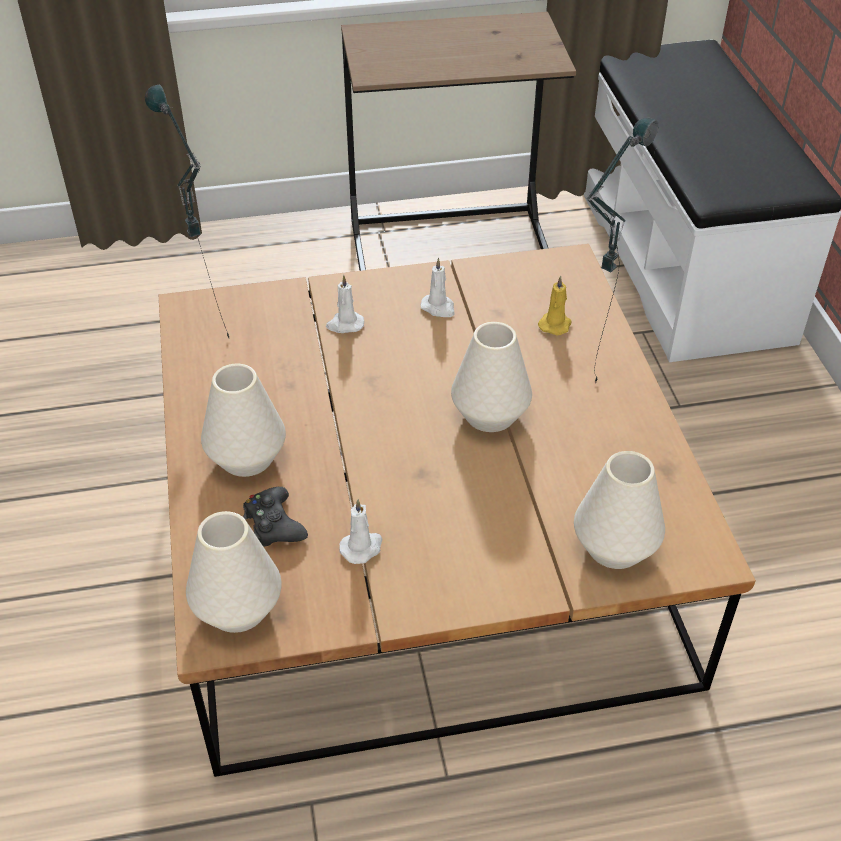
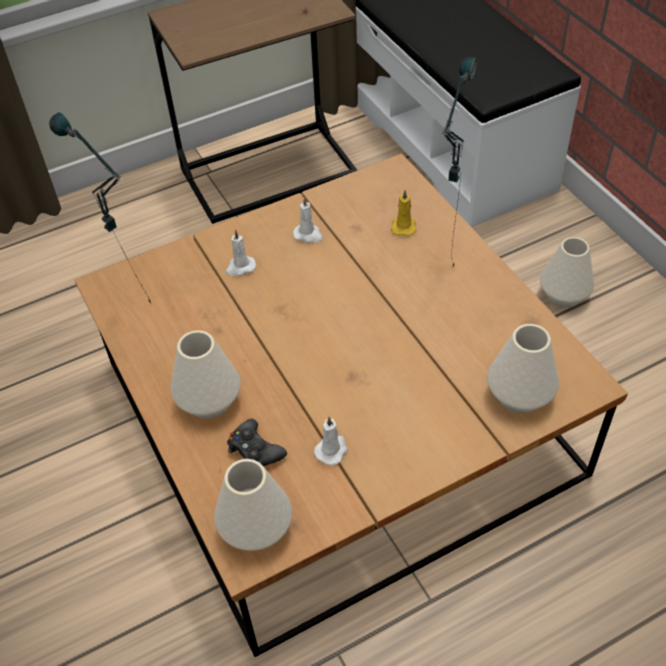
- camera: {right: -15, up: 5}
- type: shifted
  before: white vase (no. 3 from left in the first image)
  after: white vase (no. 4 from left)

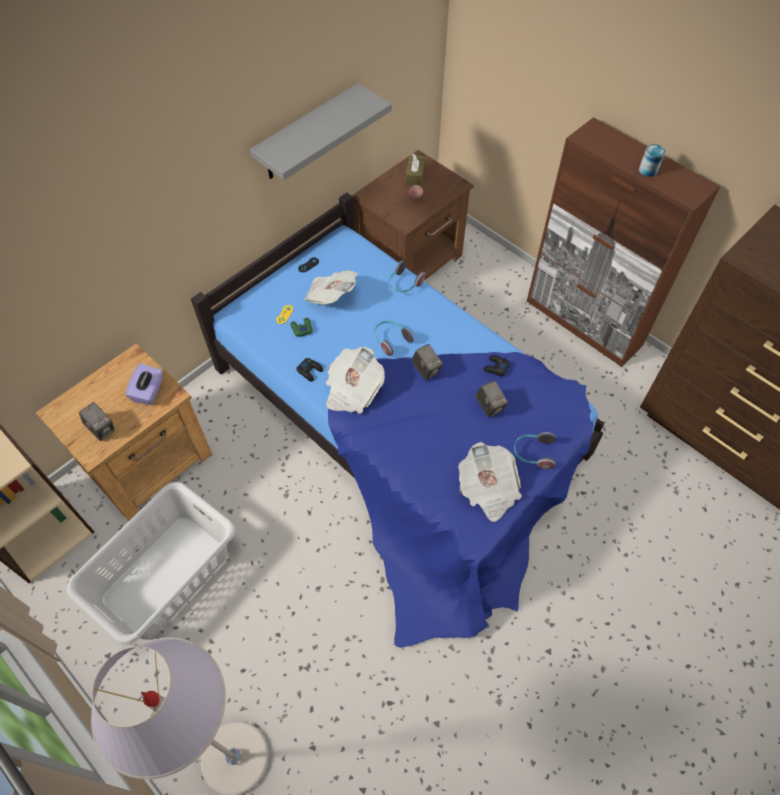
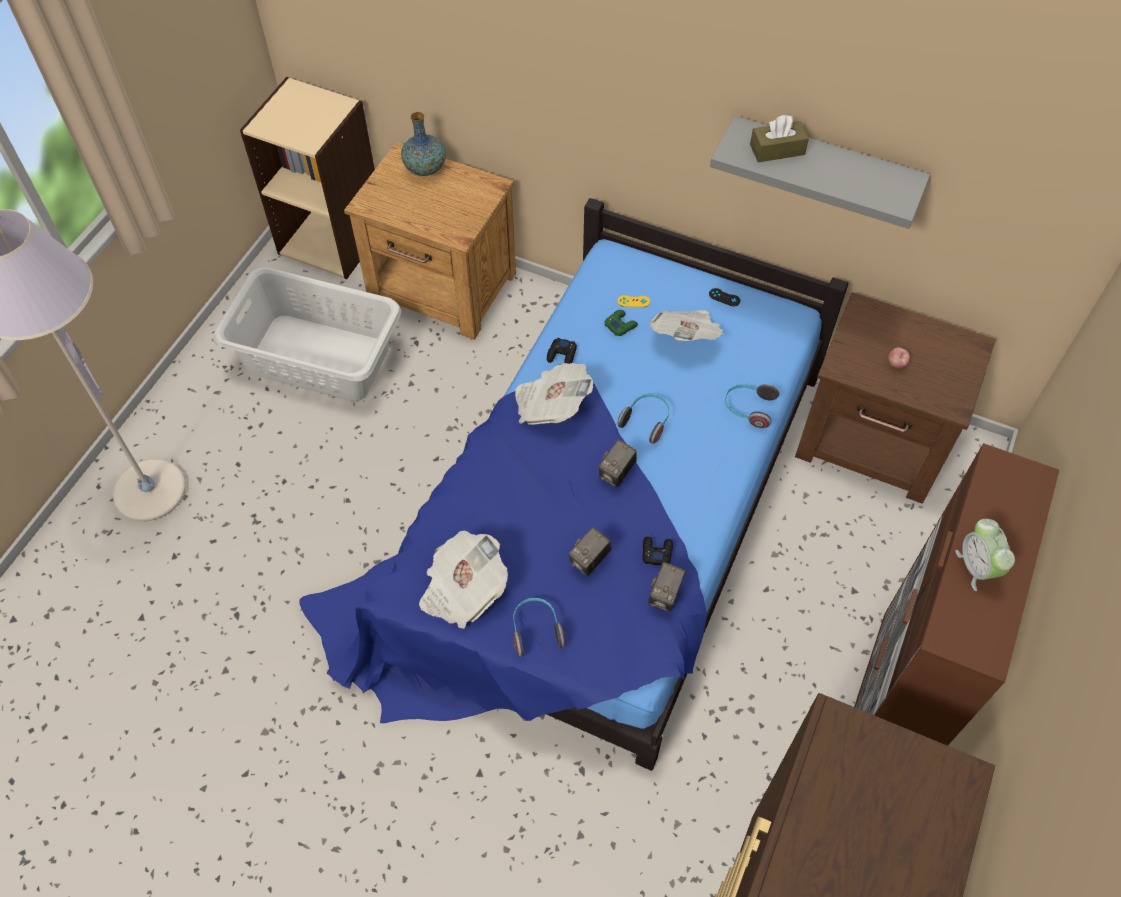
- camera: {right: 70, up: 0}
- type: shifted
  before: photo camera (no. 1 from left in the first image)
  after: photo camera (no. 3 from left)
- type: gone
  before: purple tissue box
- type: shifted
  before: brown tissue box
- type: swapped
  before: can
  after: alarm clock
- type: new
  after: vase

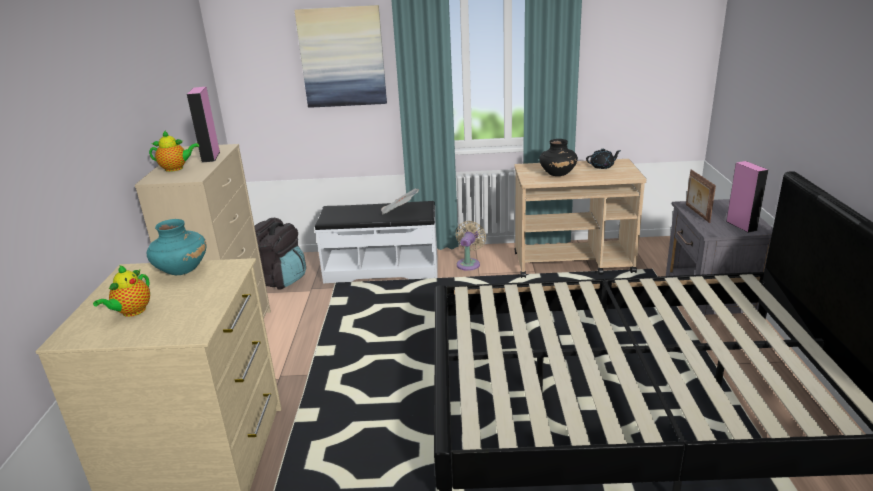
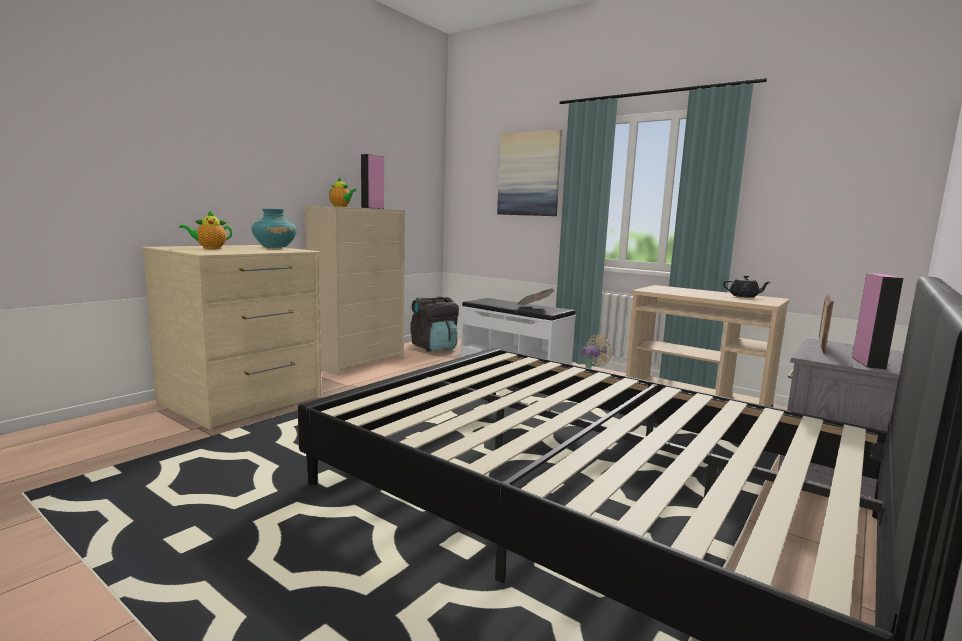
- camera: {right: 35, up: -15}
- type: gone
  before: black vase

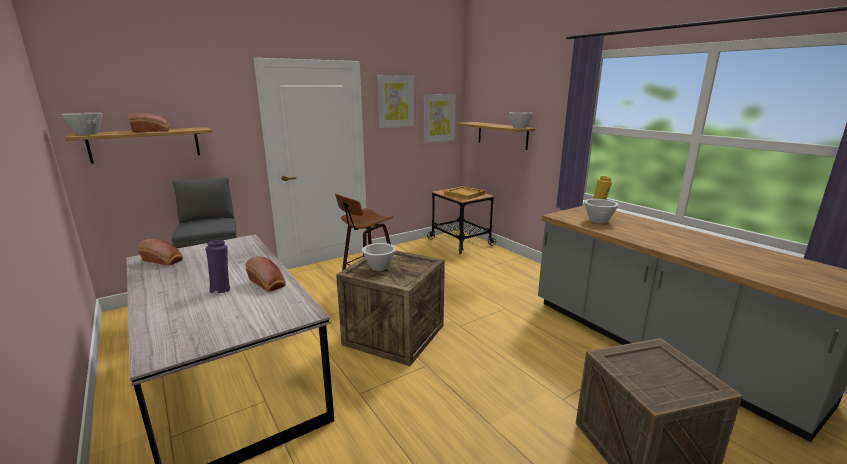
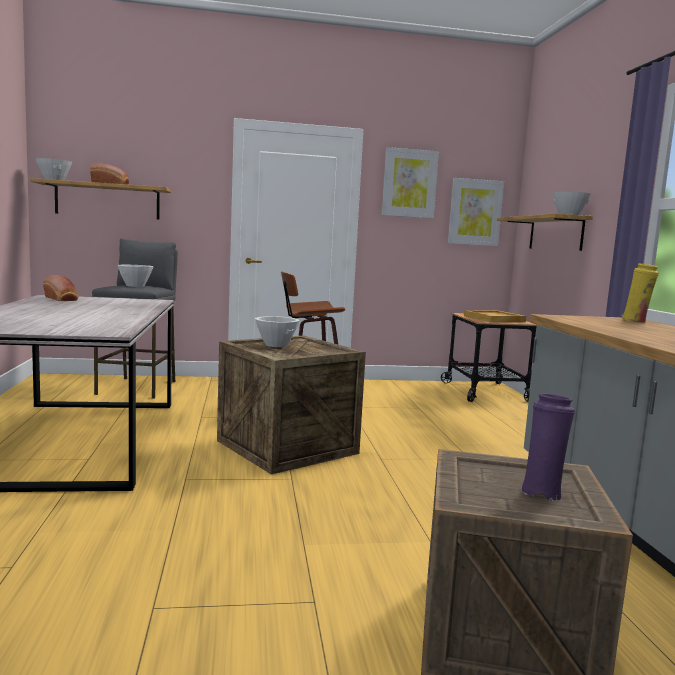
- camera: {right: 25, up: -10}
- type: shifted
  before: purple vase
- type: gone
  before: bread (no. 3 from left)
- type: shifted
  before: white bowl (no. 4 from left in the first image)
  after: white bowl (no. 2 from left)

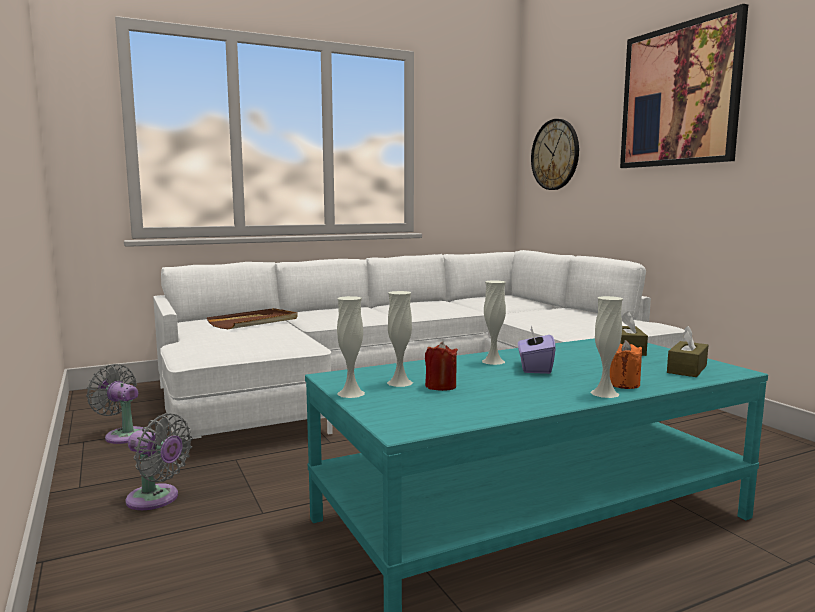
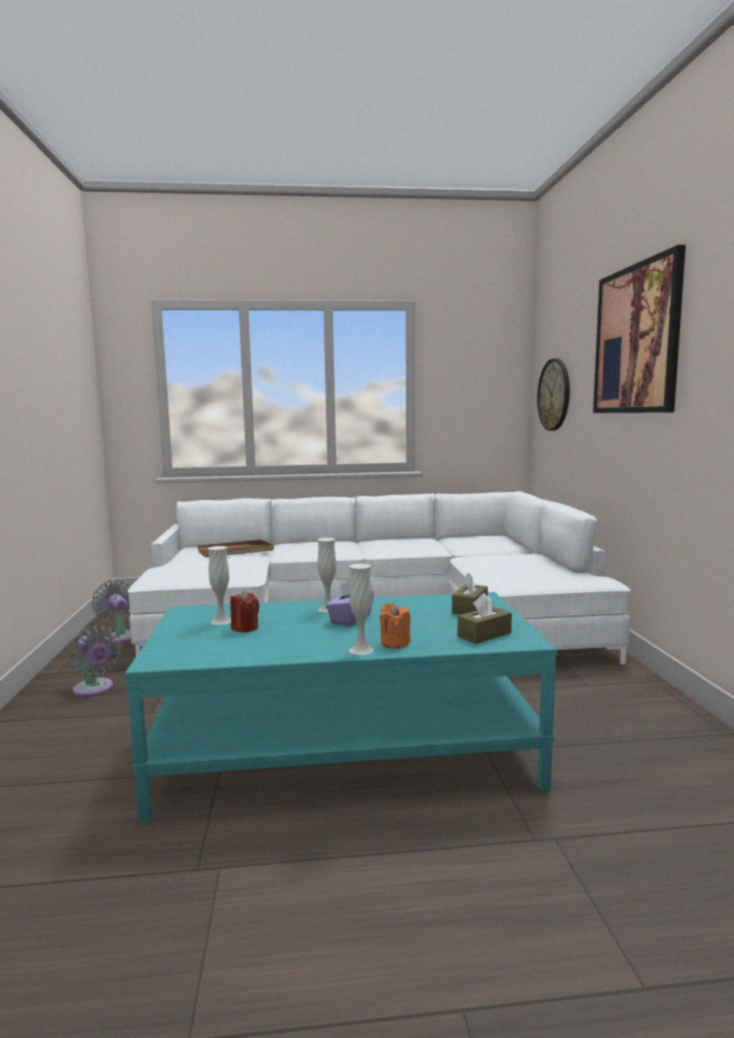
- camera: {right: 20, up: 0}
- type: gone
  before: white vase (no. 1 from left)

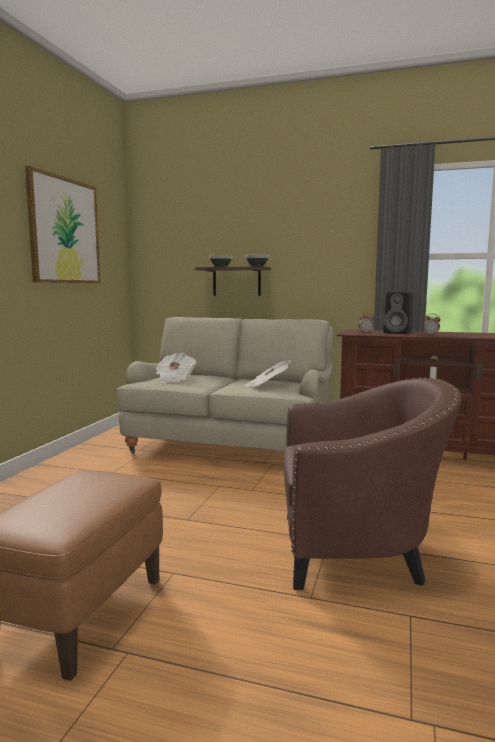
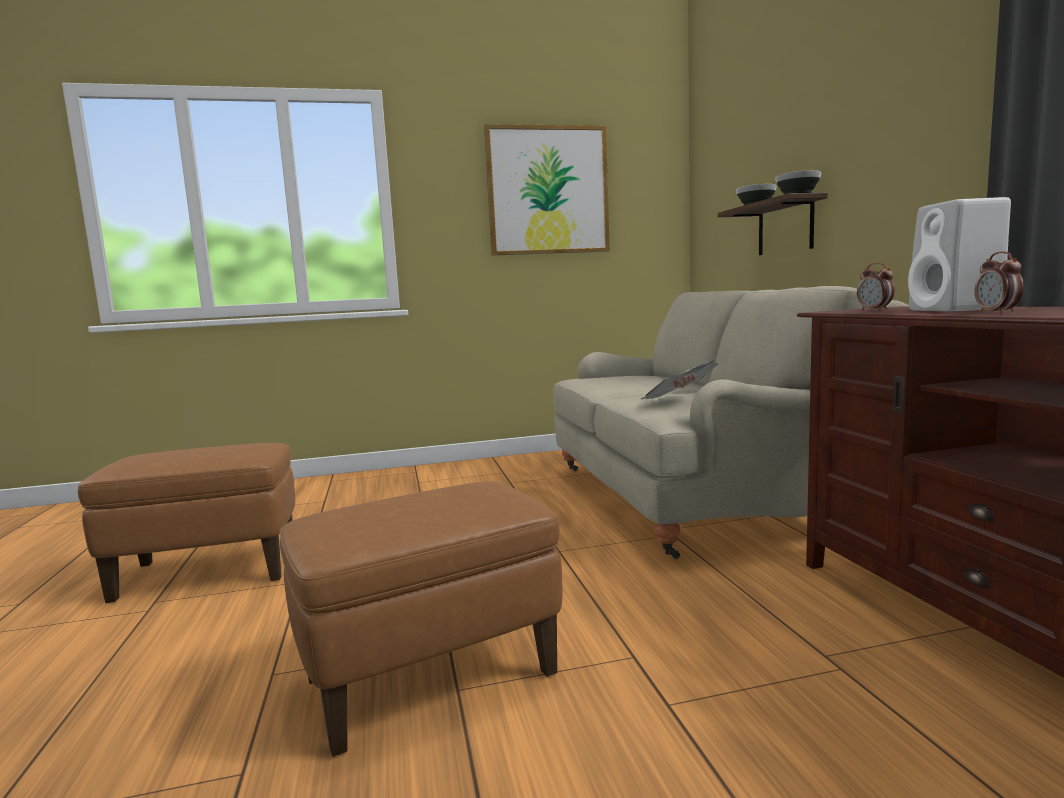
- camera: {right: 60, up: 0}
- type: gone
  before: newspaper (no. 1 from left)
- type: swapped
  before: brown armchair
  after: brown ottoman (no. 2 from left)
- type: repainted
  before: black speaker
  after: white speaker

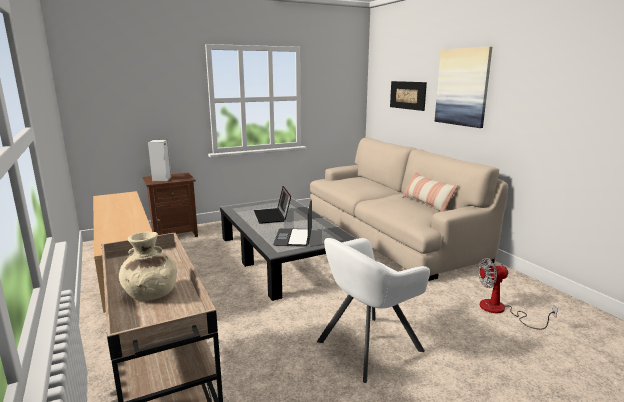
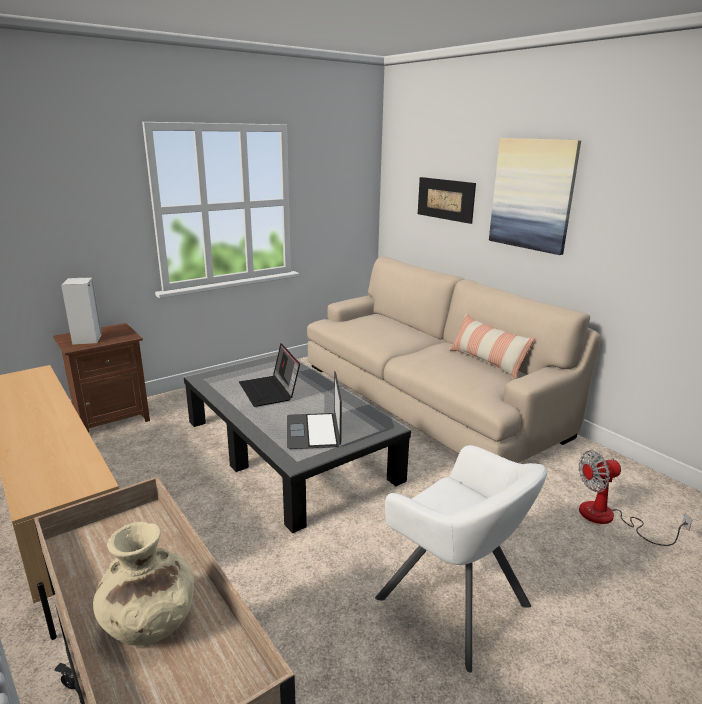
- camera: {right: -10, up: 5}
- type: rotated
  before: white armchair
  turn: -90

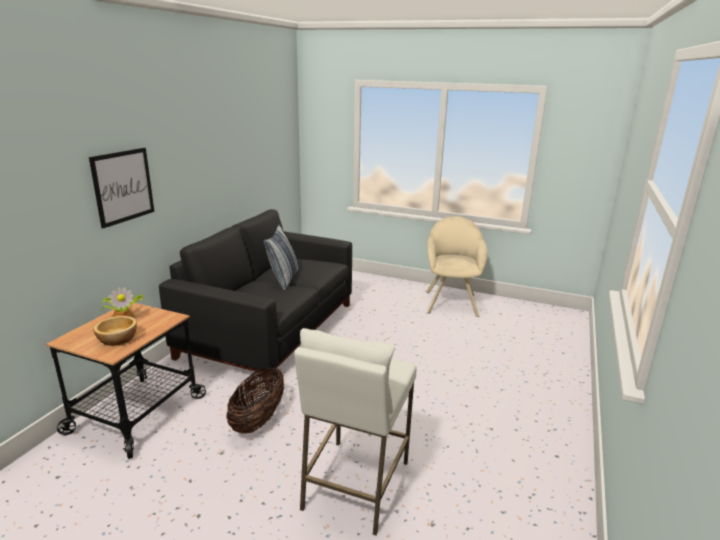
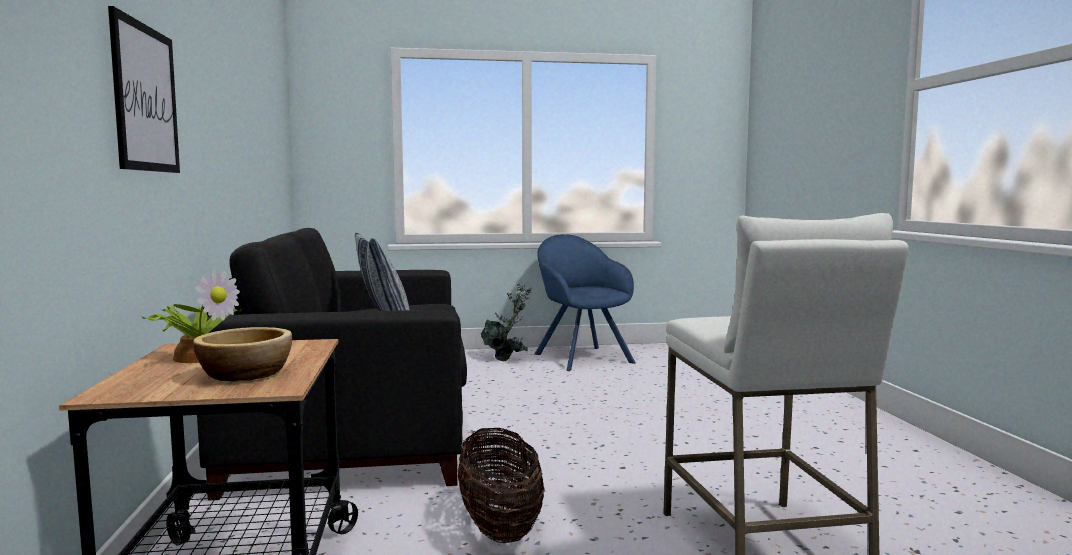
- camera: {right: -30, up: -15}
- type: repainted
  before: beige armchair
  after: blue armchair
- type: new
  after: potted plant (no. 2 from left)

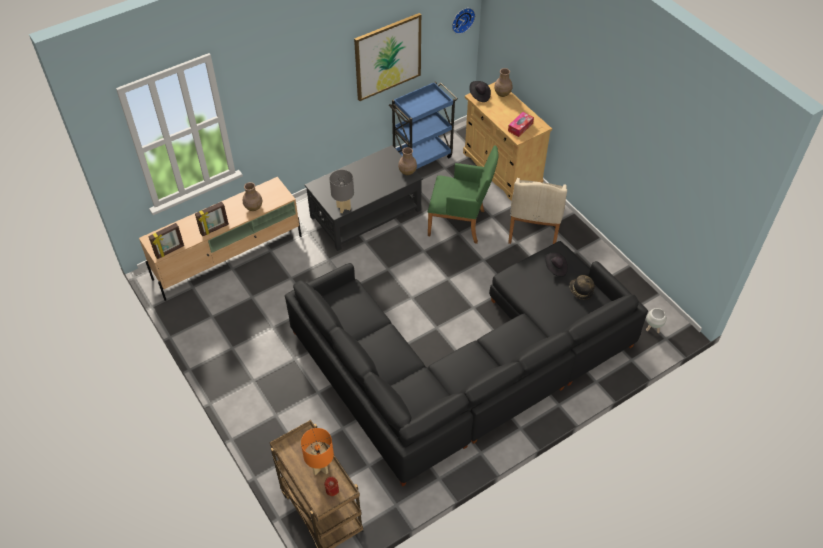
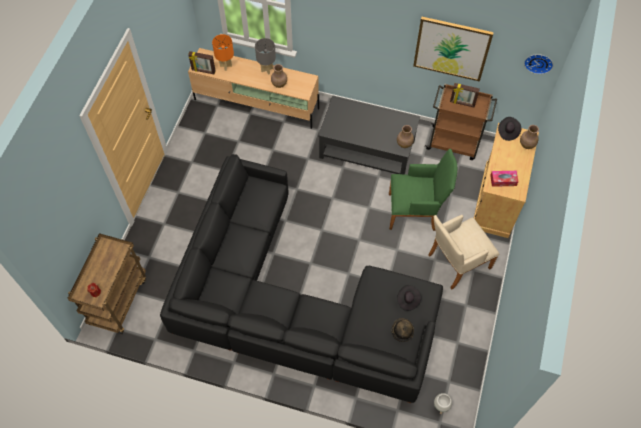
- camera: {right: 50, up: 10}
- type: shifted
  before: picture frame (no. 2 from left)
- type: shifted
  before: orange table lamp
- type: shifted
  before: grey table lamp
- type: repainted
  before: blue cart
  after: brown cart (no. 2 from left)
- type: rotated
  before: green armchair
  turn: -60

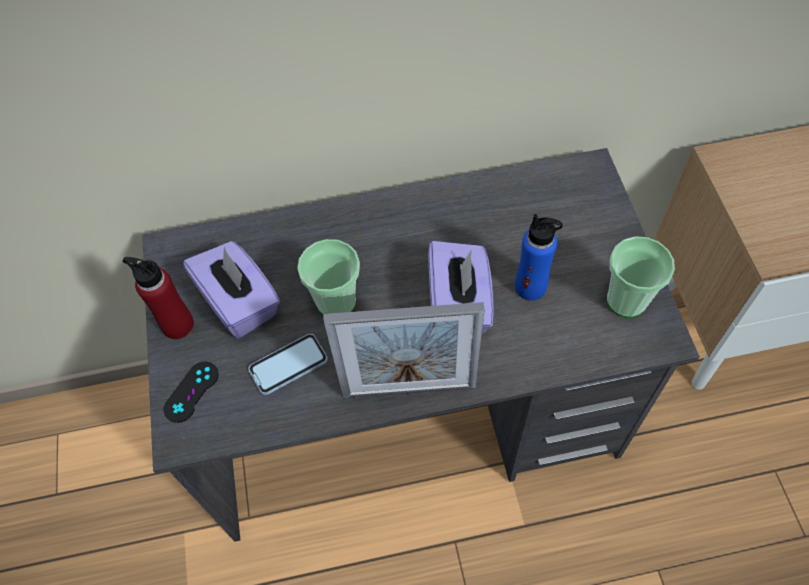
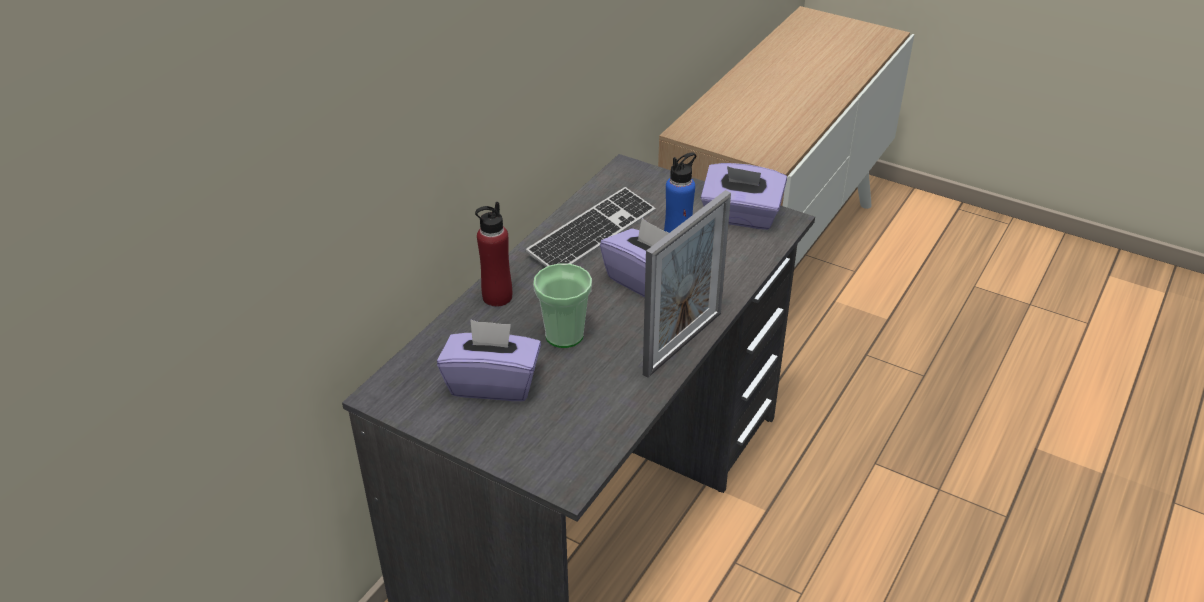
- camera: {right: -50, up: -20}
- type: shifted
  before: red bottle
- type: gone
  before: black game controller
- type: gone
  before: phone
- type: swapped
  before: cup (no. 2 from left)
  after: purple tissue box (no. 3 from left)
- type: new
  after: keyboard

